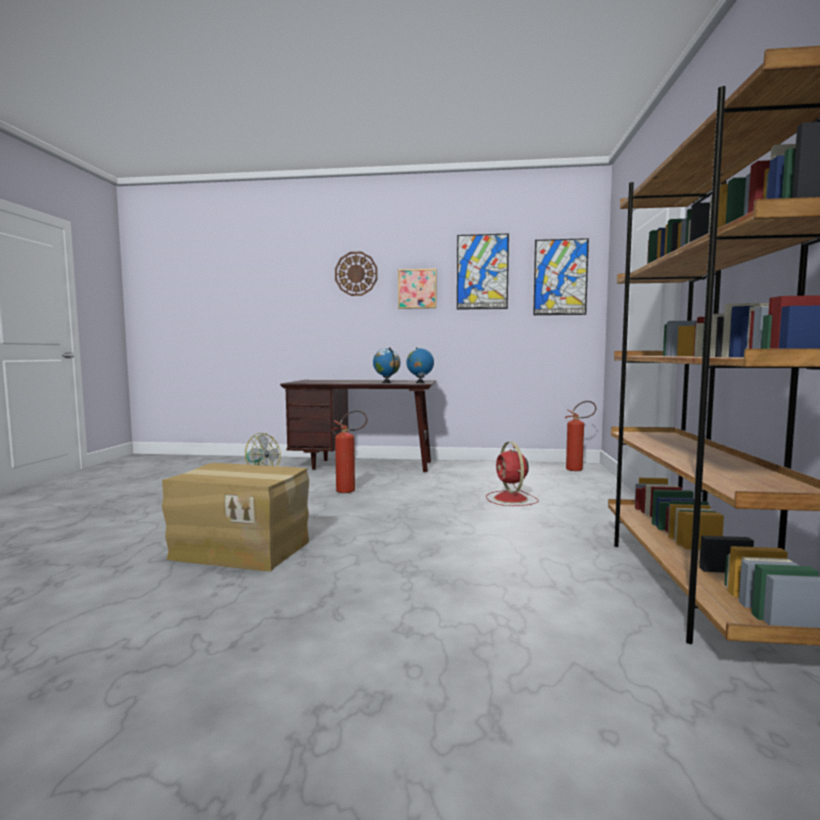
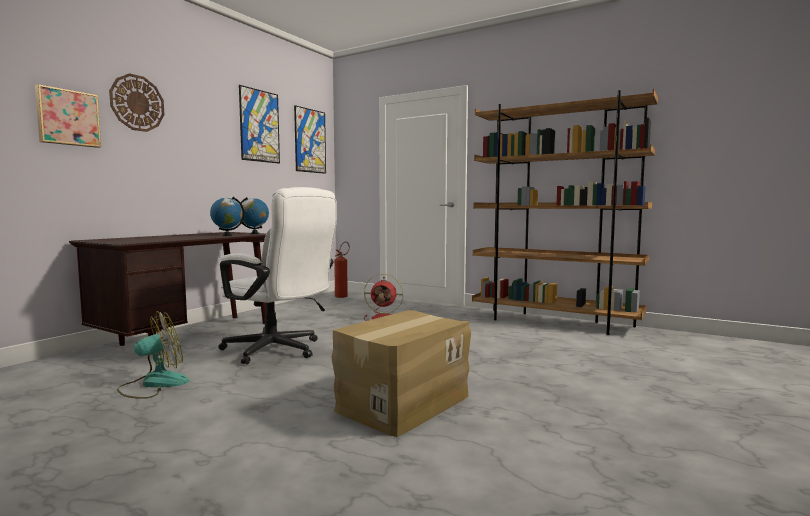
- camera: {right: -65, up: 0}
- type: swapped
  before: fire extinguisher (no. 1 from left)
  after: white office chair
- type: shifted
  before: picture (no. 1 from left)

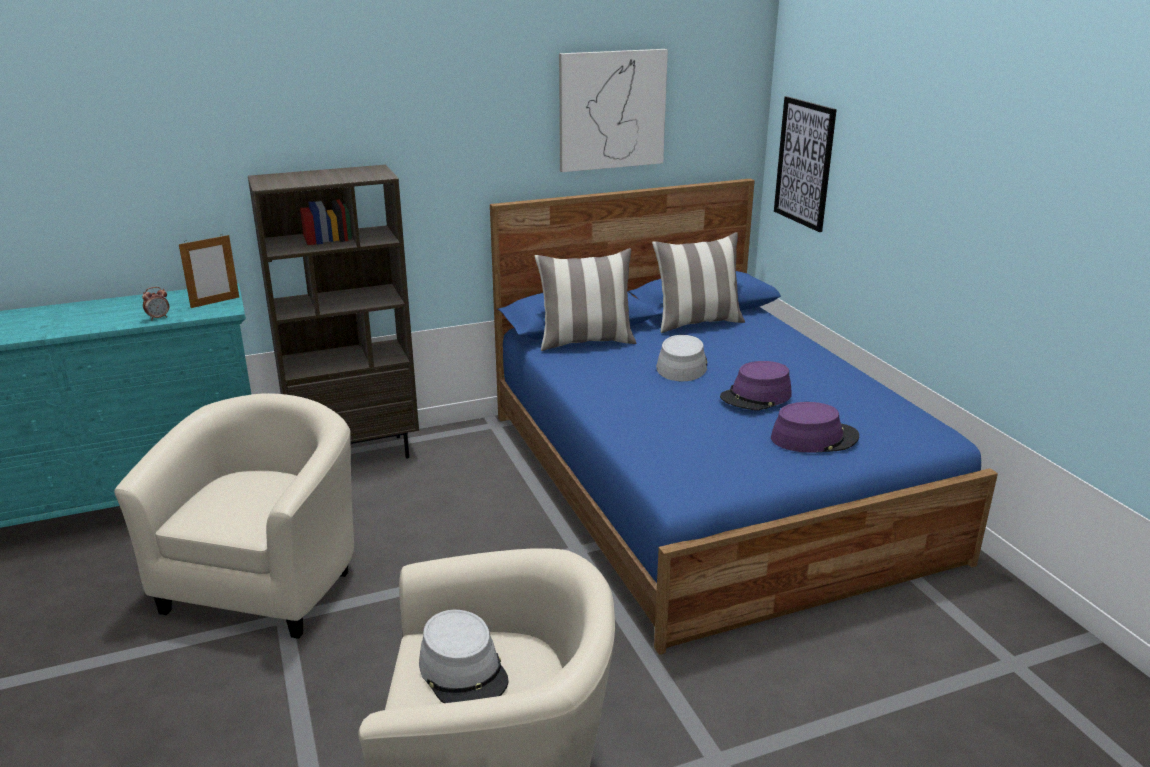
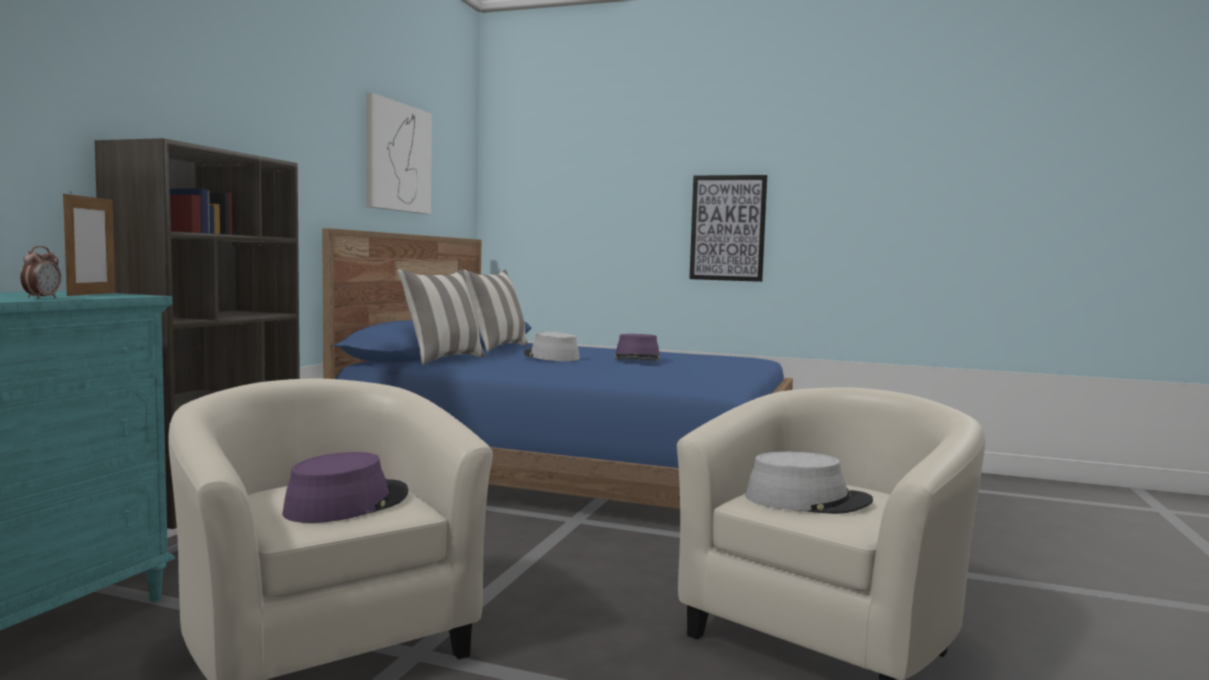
- camera: {right: -50, up: -20}
- type: shifted
  before: purple hat (no. 2 from left in the first image)
  after: purple hat (no. 1 from left)
- type: shifted
  before: picture (no. 2 from left)

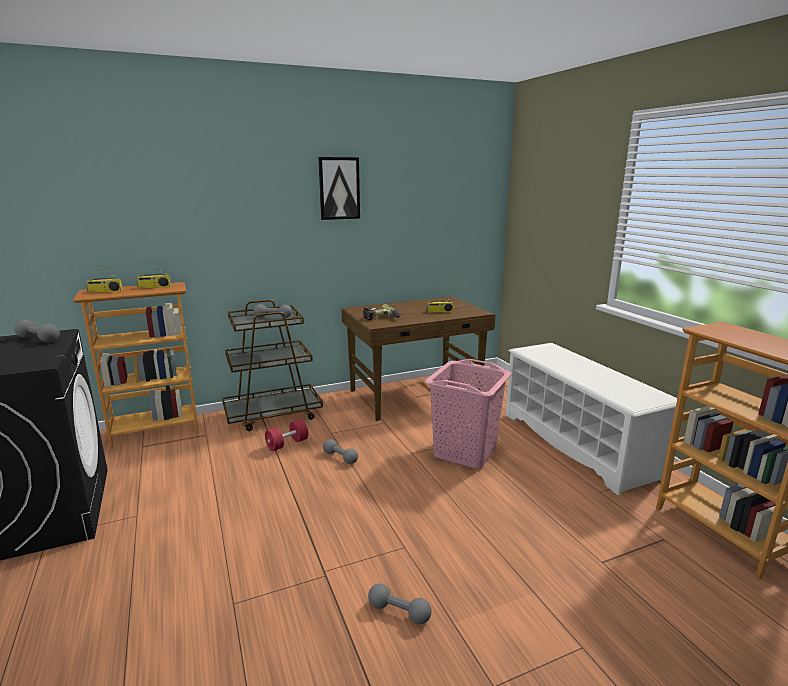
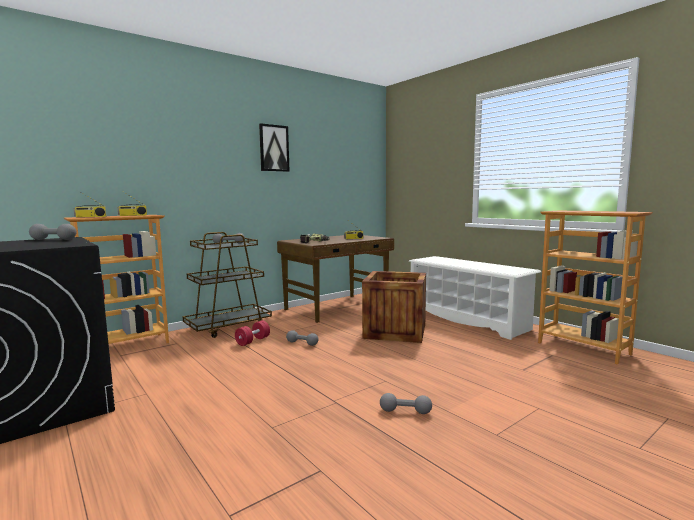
- camera: {right: -15, up: -10}
- type: swapped
  before: pink laundry basket
  after: crate

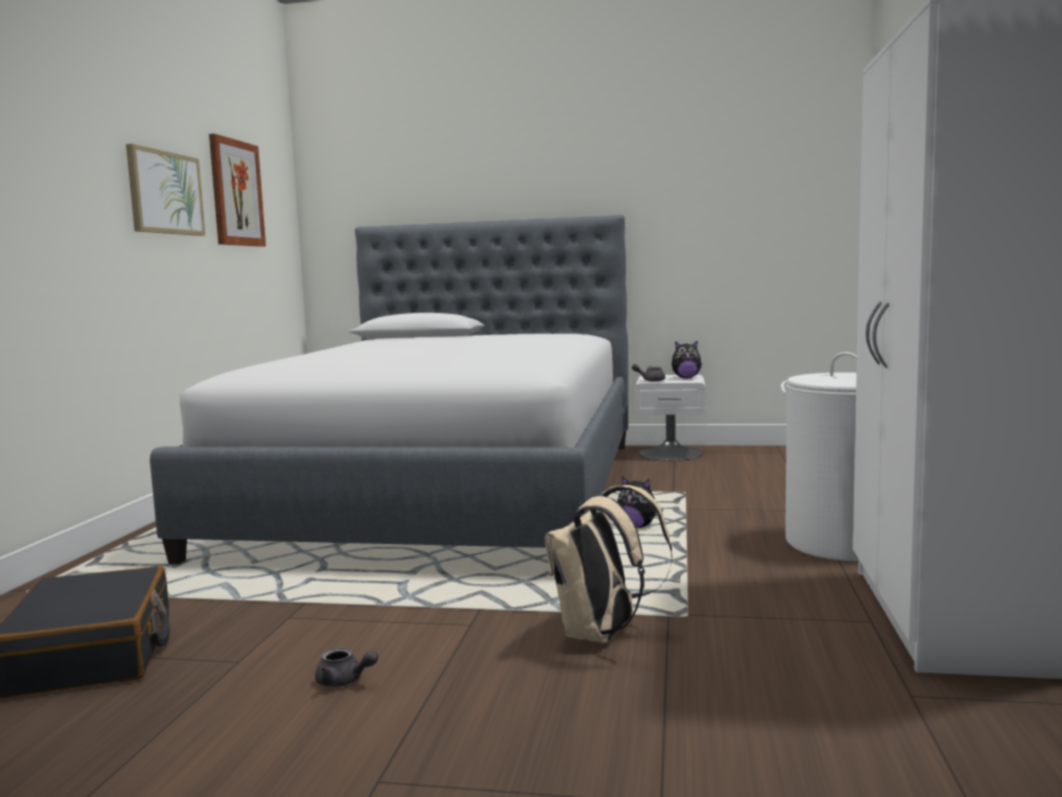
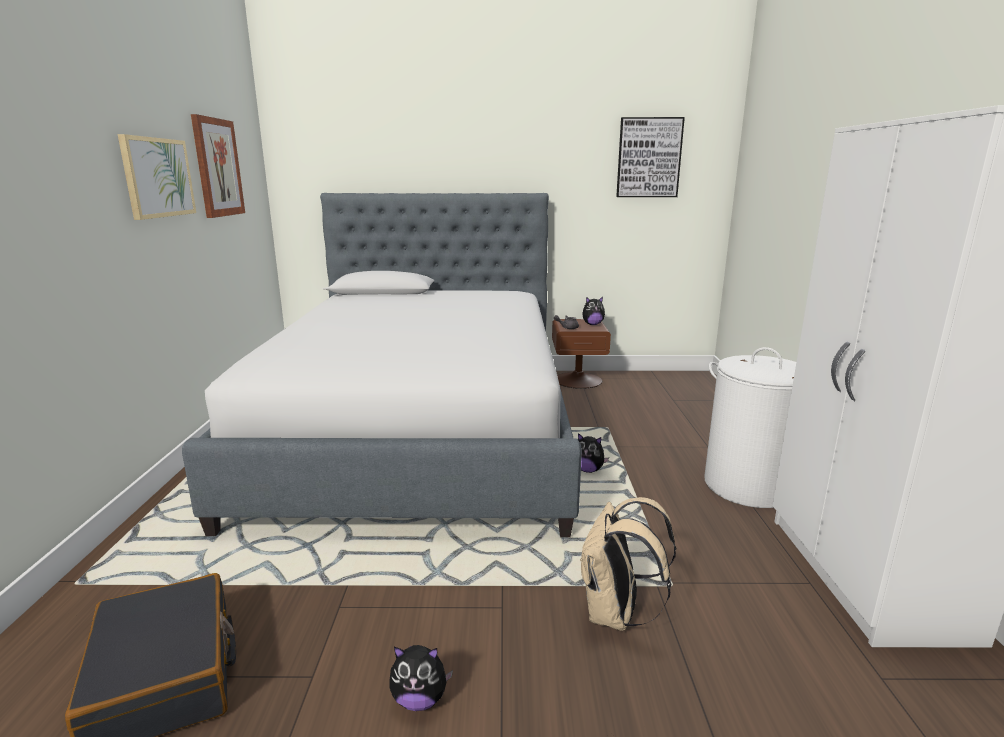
- camera: {right: -10, up: 10}
- type: swapped
  before: grey teapot (no. 1 from left)
  after: plush toy (no. 1 from left)
- type: repainted
  before: white nightstand
  after: brown nightstand
- type: new
  after: picture (no. 3 from left)

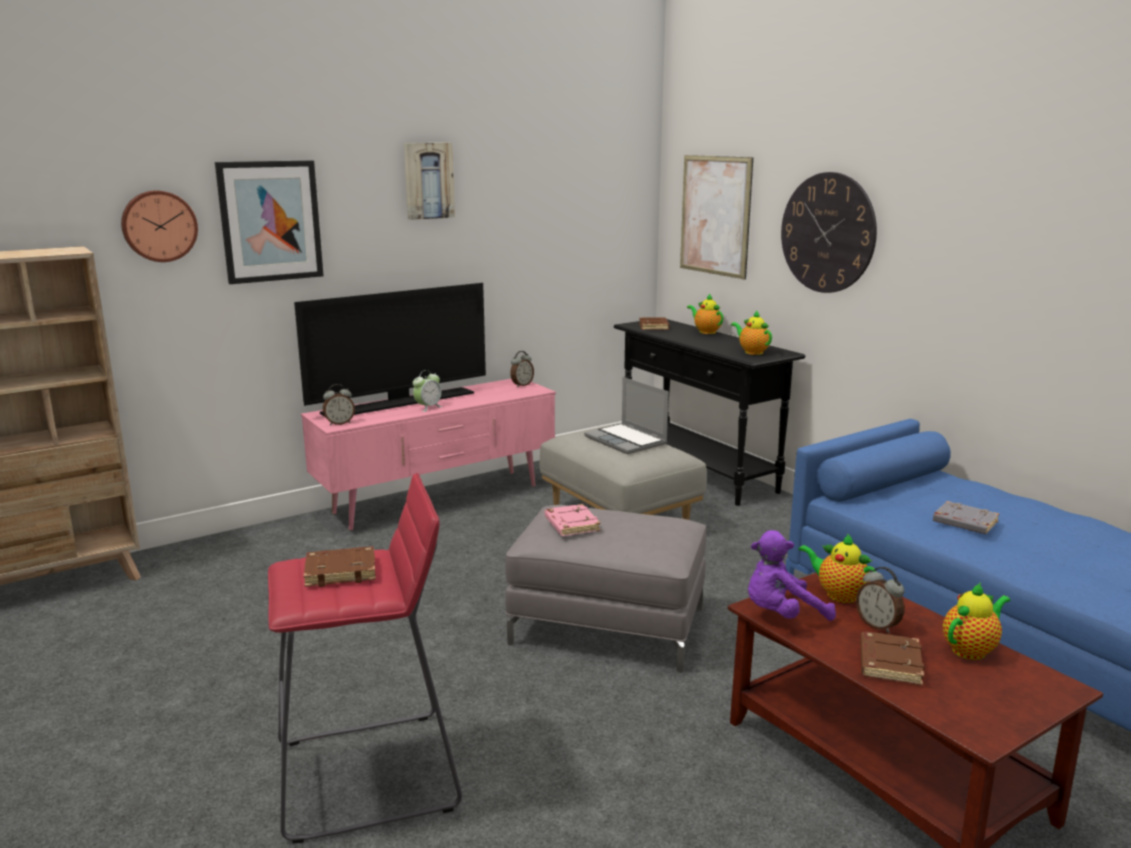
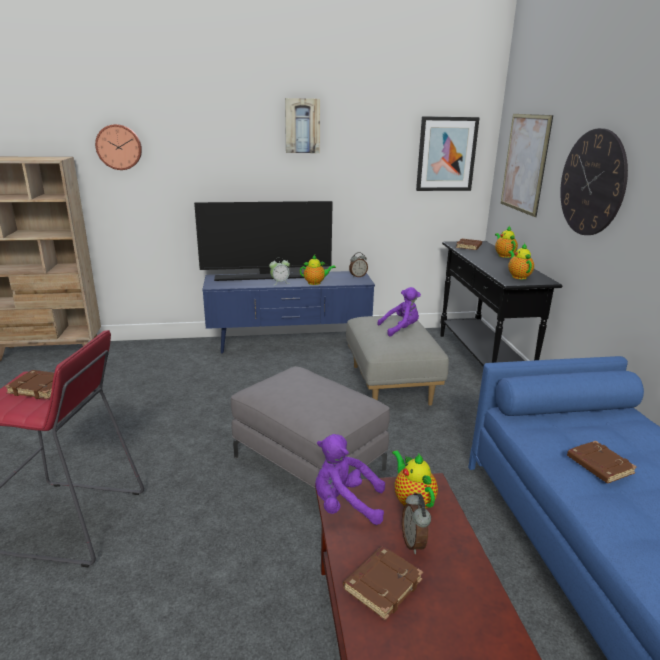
- camera: {right: 25, up: 5}
- type: shifted
  before: picture (no. 1 from left in the first image)
  after: picture (no. 2 from left)
- type: repainted
  before: pink tv stand
  after: blue tv stand
- type: gone
  before: alarm clock (no. 1 from left)
- type: gone
  before: pink book
- type: swapped
  before: laptop
  after: purple plush toy (no. 2 from left)
- type: repainted
  before: grey book
  after: brown book (no. 4 from left)
- type: shifted
  before: teapot (no. 4 from left in the first image)
  after: teapot (no. 1 from left)

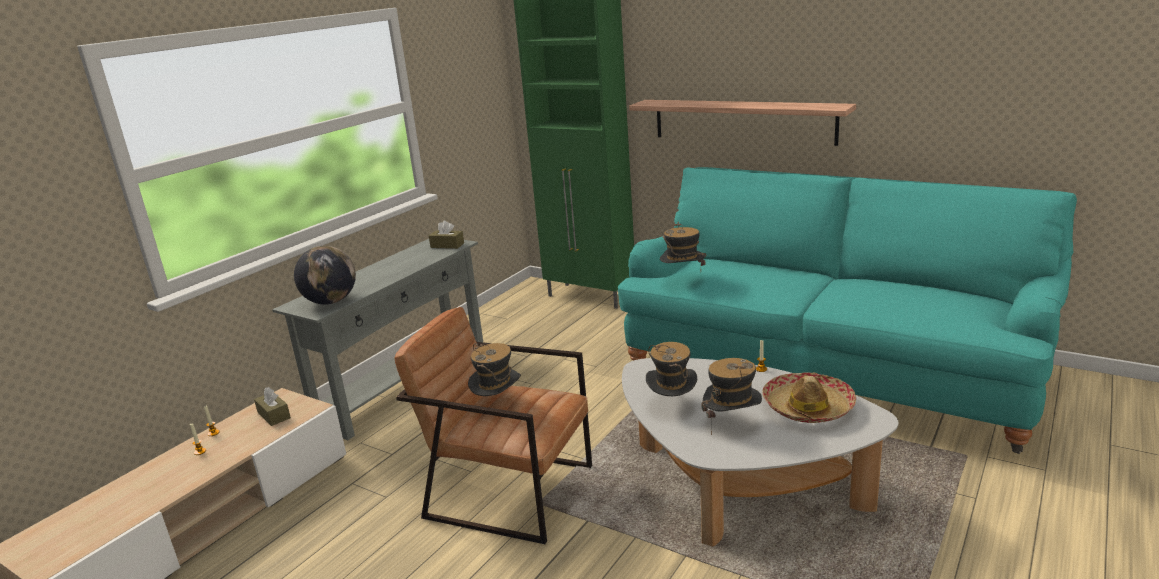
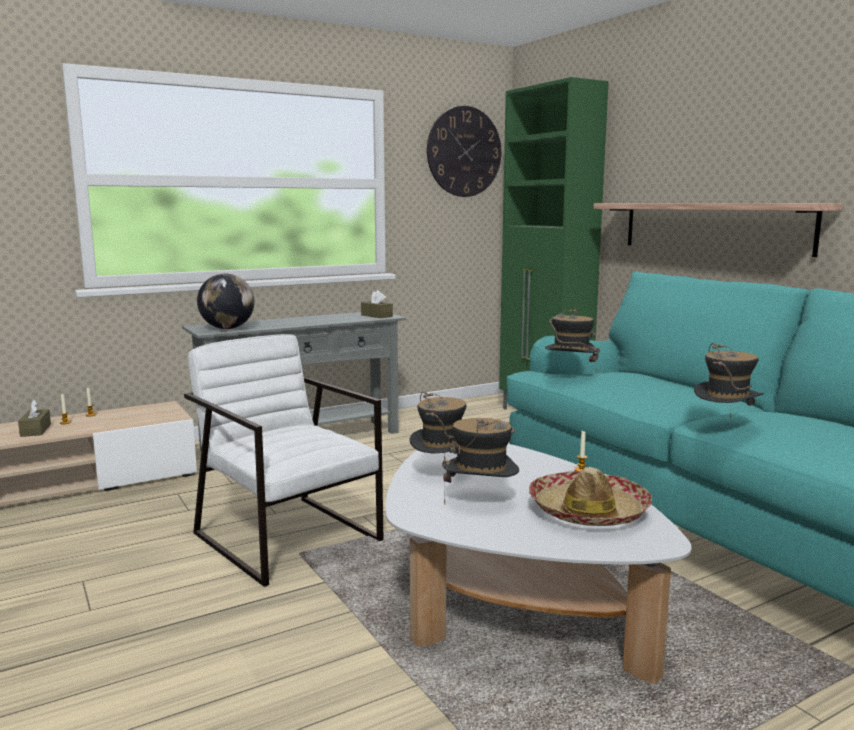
- camera: {right: 25, up: -10}
- type: shifted
  before: brown tissue box (no. 1 from left)
- type: repainted
  before: brown armchair
  after: white armchair
- type: shifted
  before: hat (no. 1 from left in the first image)
  after: hat (no. 5 from left)
- type: new
  after: wall clock

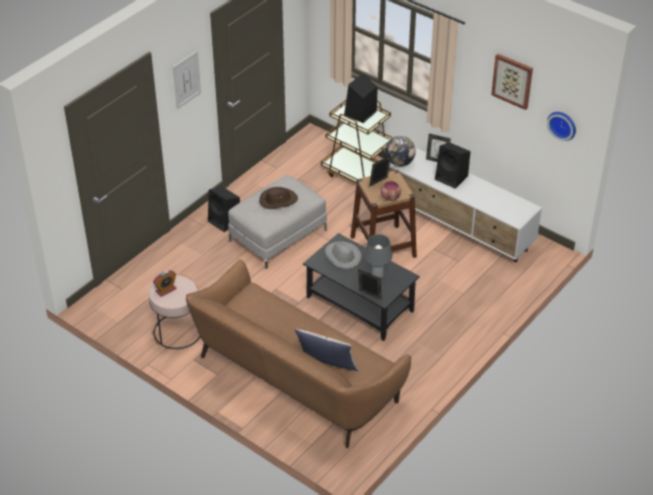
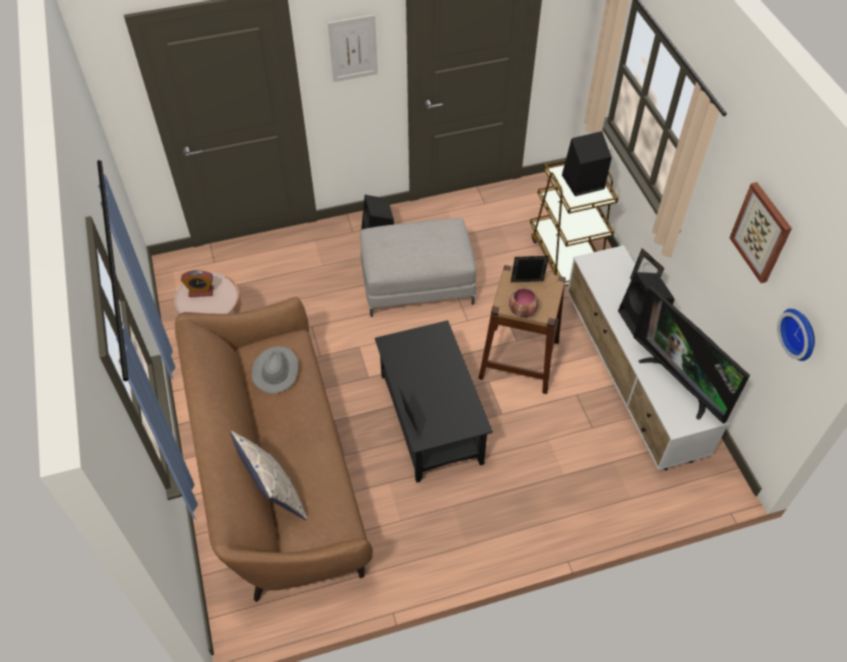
- camera: {right: 35, up: 10}
- type: gone
  before: brown hat
- type: shifted
  before: grey hat
- type: gone
  before: grey table lamp
- type: gone
  before: globe
- type: new
  after: television

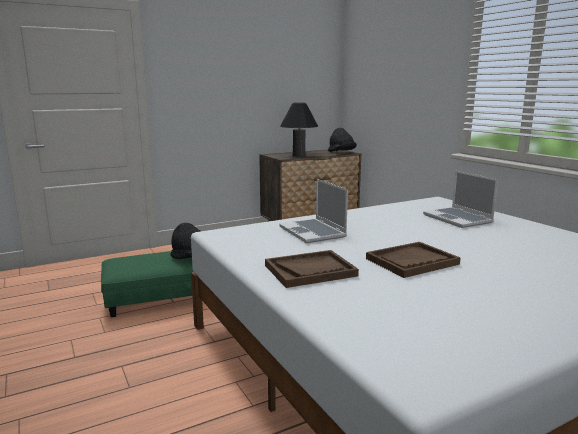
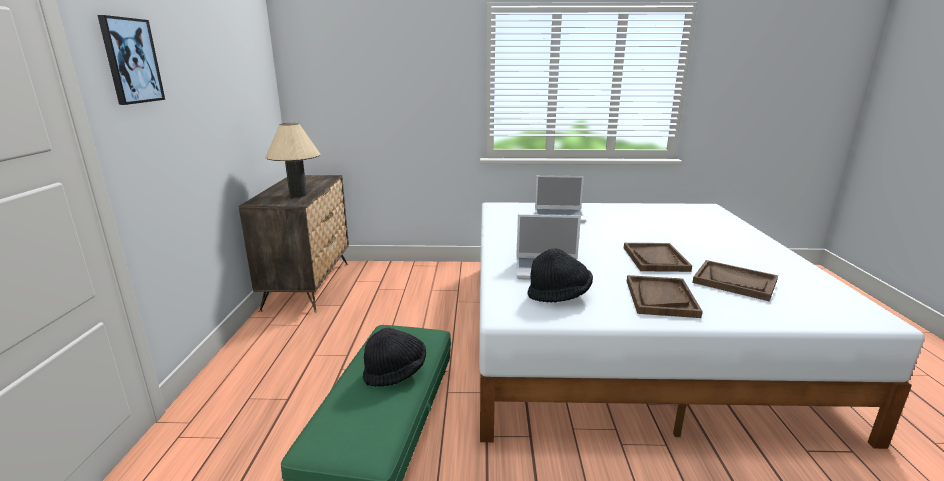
- camera: {right: -60, up: 5}
- type: repainted
  before: black table lamp
  after: beige table lamp
- type: shifted
  before: black hat (no. 2 from left)
- type: new
  after: picture
- type: new
  after: brown tray (no. 3 from left)

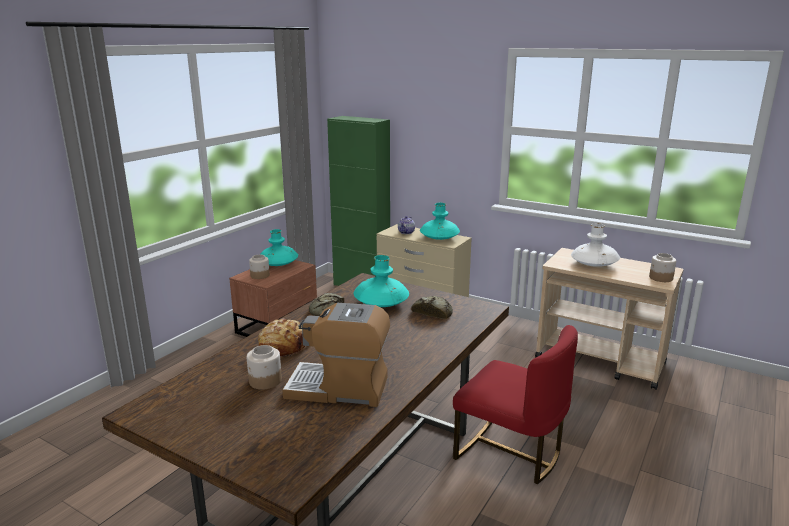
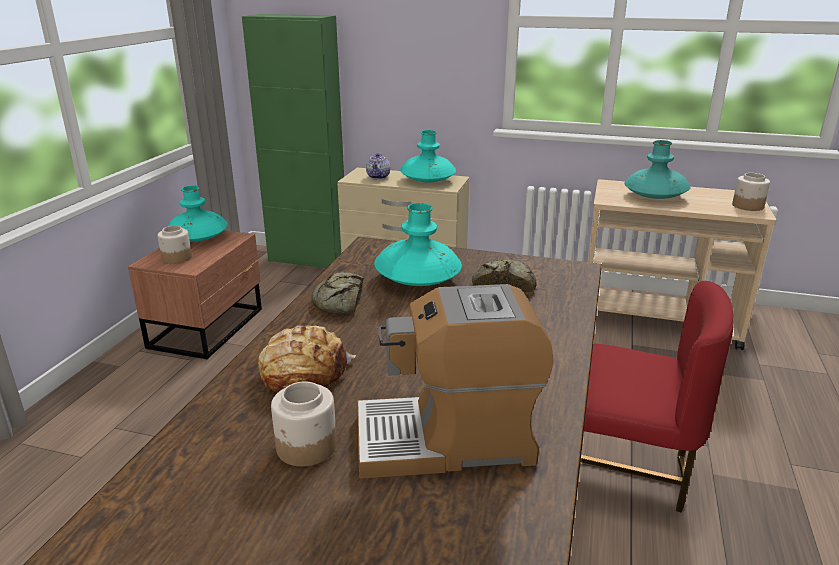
- camera: {right: -15, up: 5}
- type: repainted
  before: white vase
  after: turquoise vase (no. 4 from left)

